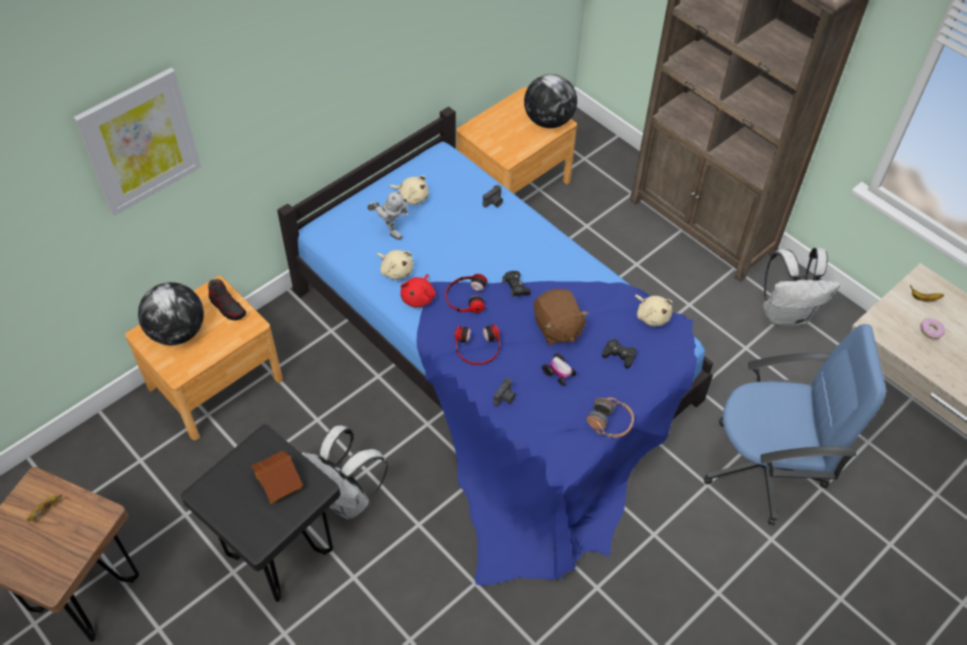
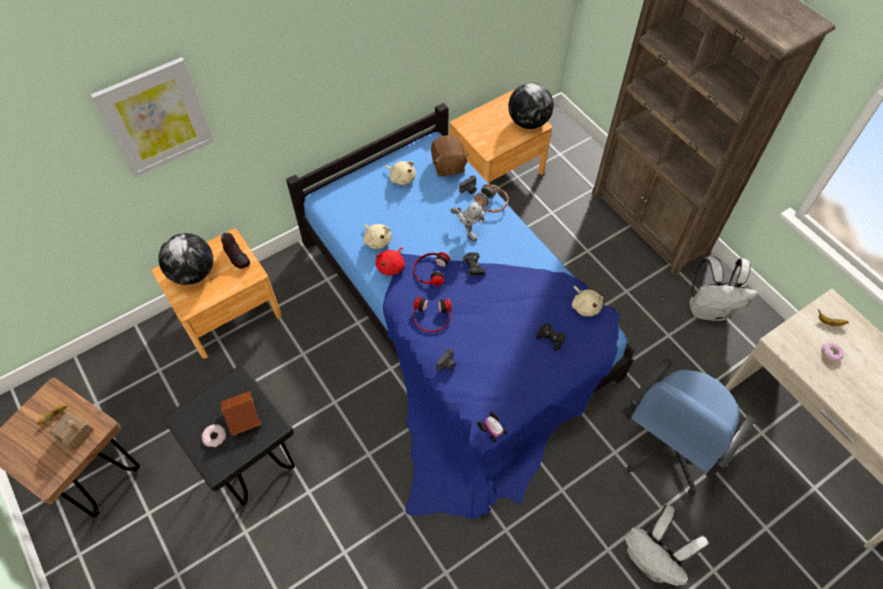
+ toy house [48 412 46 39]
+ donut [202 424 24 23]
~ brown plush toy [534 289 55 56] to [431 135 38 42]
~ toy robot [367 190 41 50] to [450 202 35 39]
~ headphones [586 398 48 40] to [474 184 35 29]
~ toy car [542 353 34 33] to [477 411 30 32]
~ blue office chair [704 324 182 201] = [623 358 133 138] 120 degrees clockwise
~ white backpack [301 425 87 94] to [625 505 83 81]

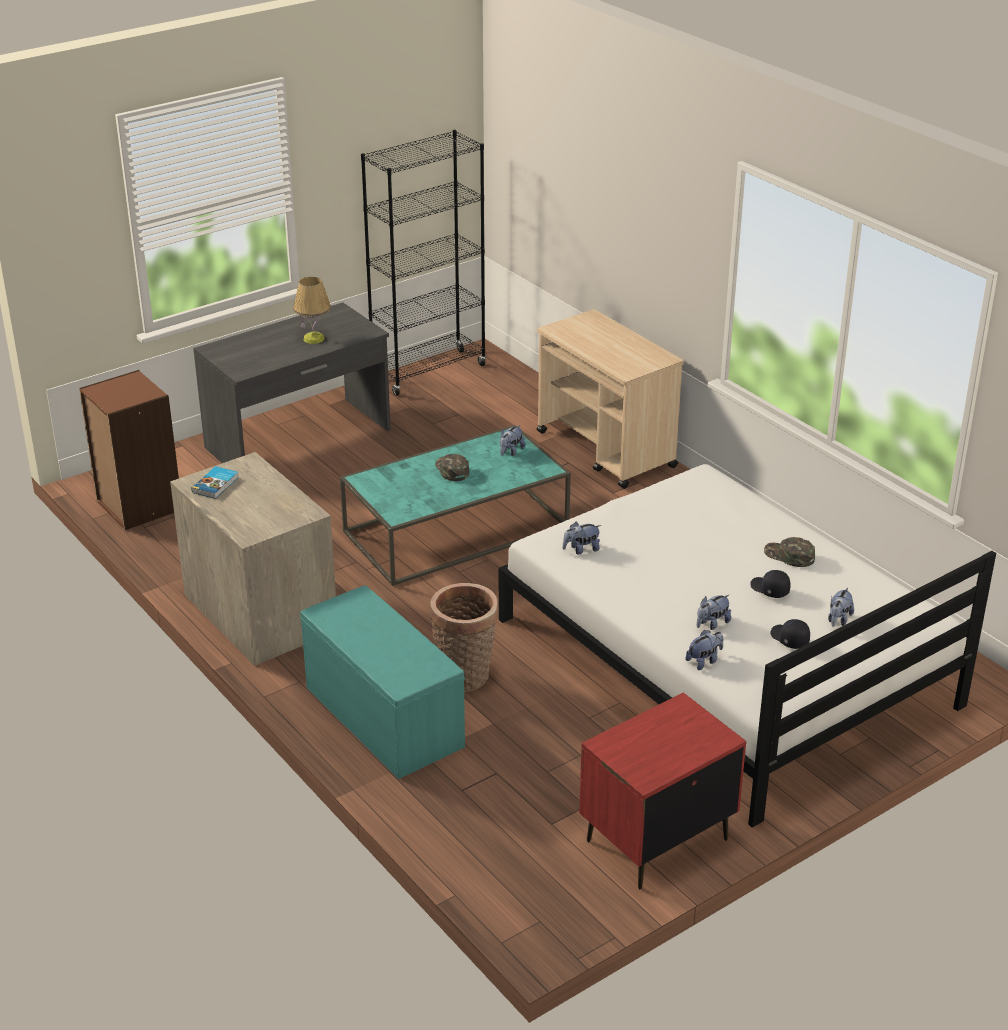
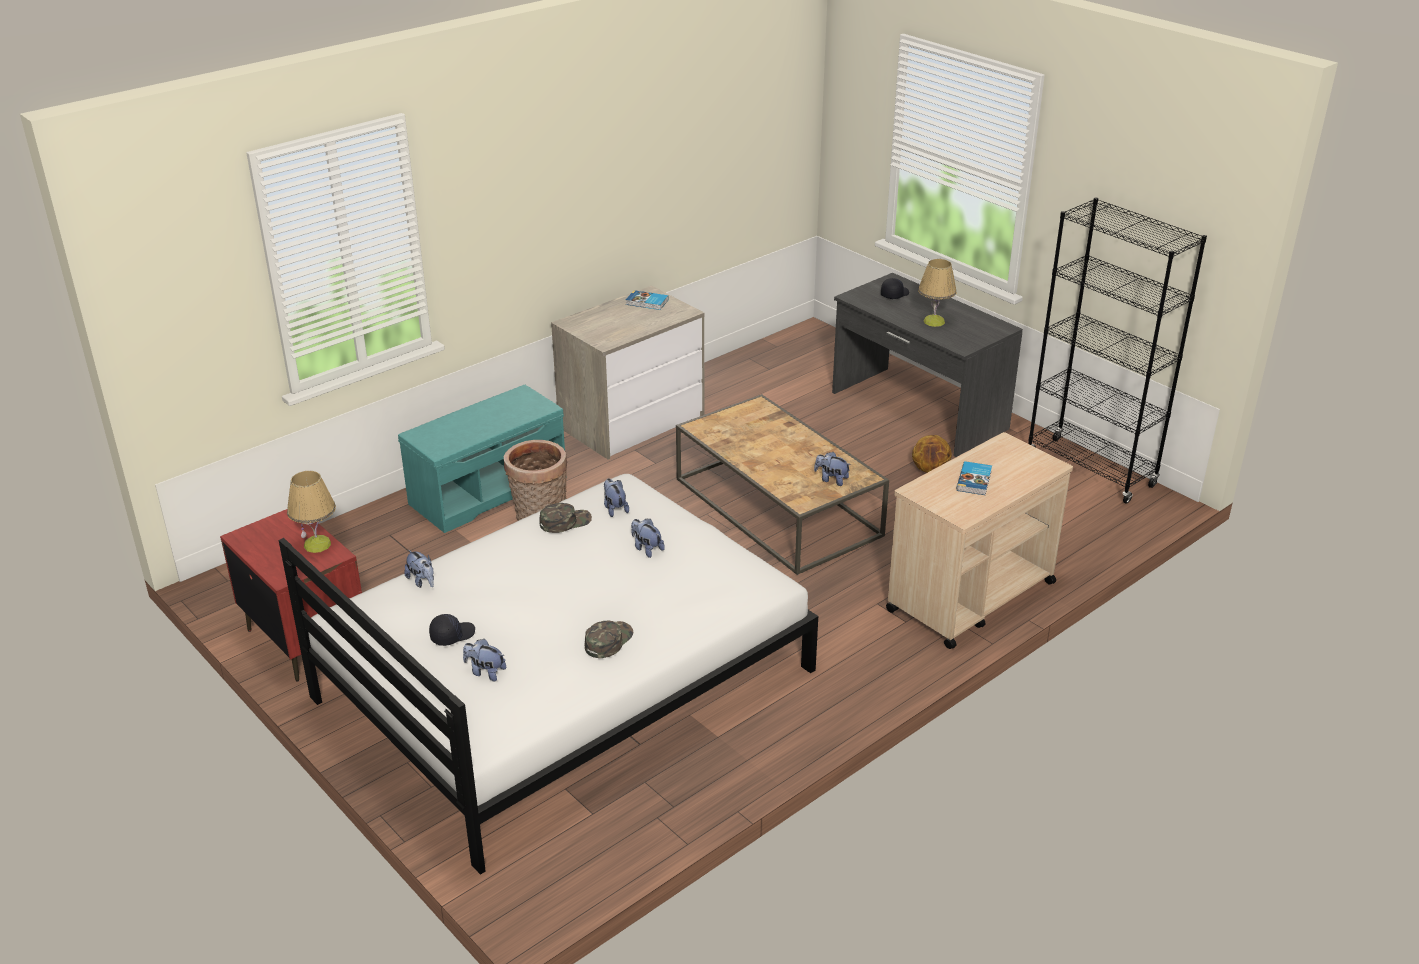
+ table lamp [287 471 49 82]
~ green cap [435 454 34 27] to [539 503 53 30]
~ plush toy [697 595 34 35] to [631 519 34 39]
~ turquoise coffee table [340 425 231 161] to brown coffee table [676 394 213 181]
~ black cap [750 570 41 28] to [881 278 28 21]
+ basketball [912 435 40 38]
+ book [957 461 35 34]
- brown bookcase [79 370 100 160]

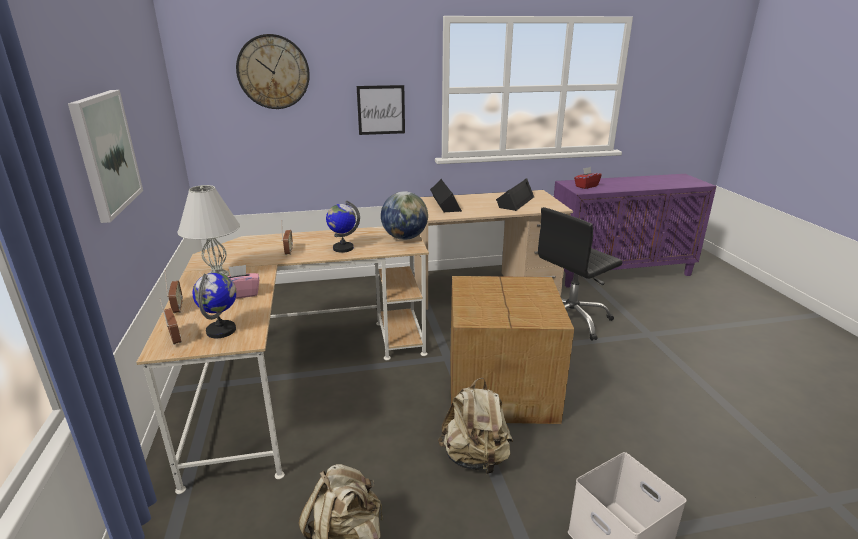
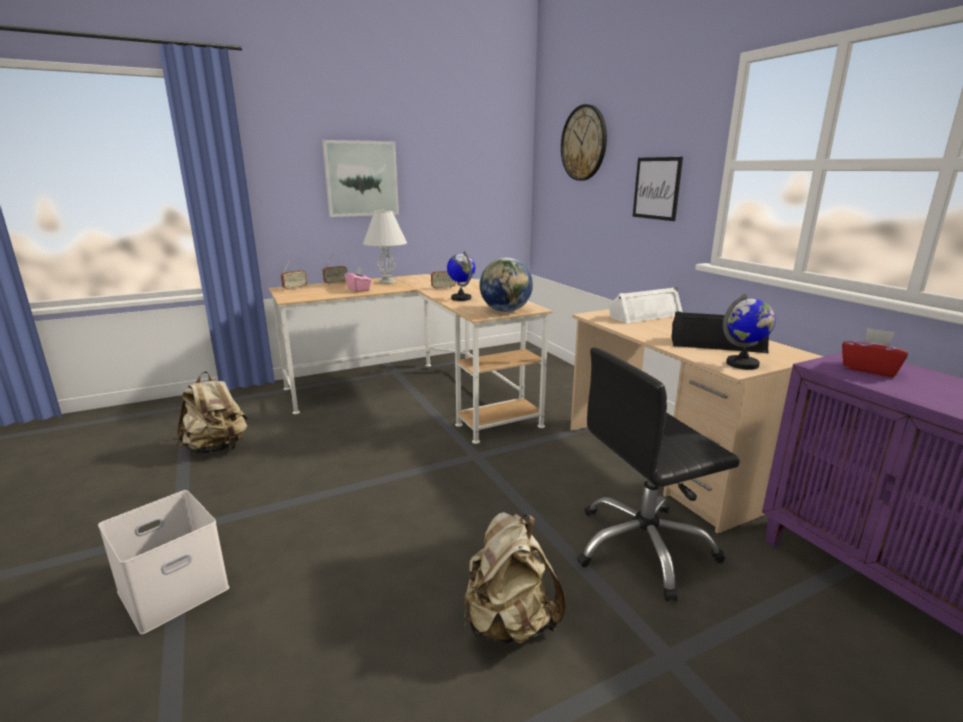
~ beige backpack [438 378 75 96] to [464 512 102 132]
~ black office chair [538 207 84 134] = [577 347 163 255] 60 degrees counterclockwise
~ black speaker [430 179 32 33] to white speaker [608 287 75 36]
~ globe [193 273 44 65] to [723 294 53 76]
- cardboard box [450 276 124 148]

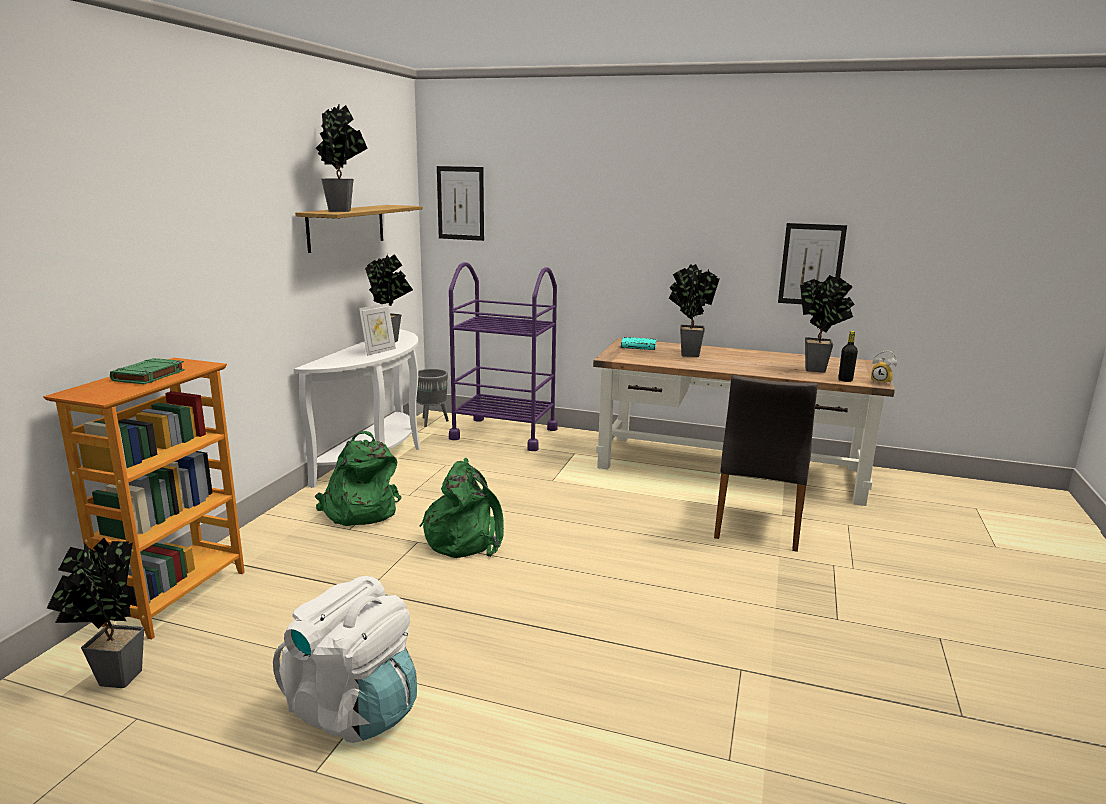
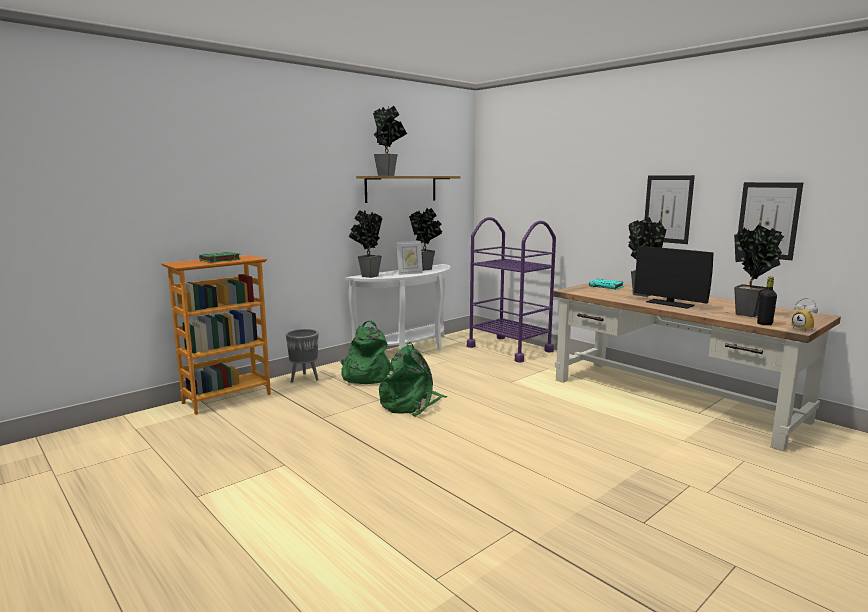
~ grey planter [416 369 33 58] to [286 329 33 54]
~ potted plant [47 538 97 150] to [348 210 34 68]
+ monitor [634 246 80 63]
~ picture [437 166 47 75] to [645 175 50 69]
- white backpack [273 576 144 167]
- grey chair [714 375 104 177]

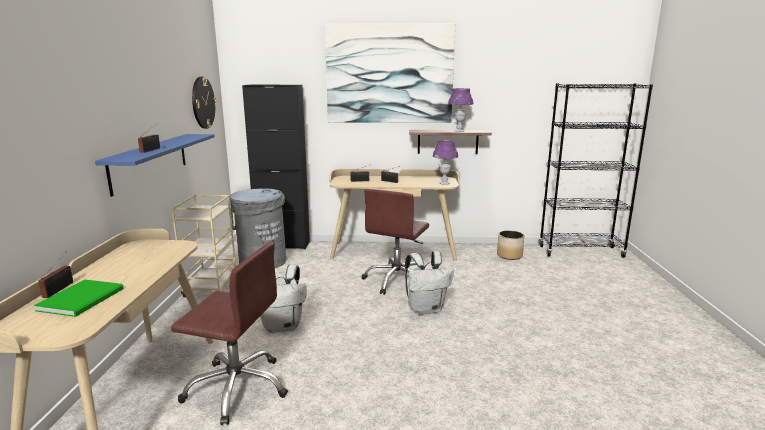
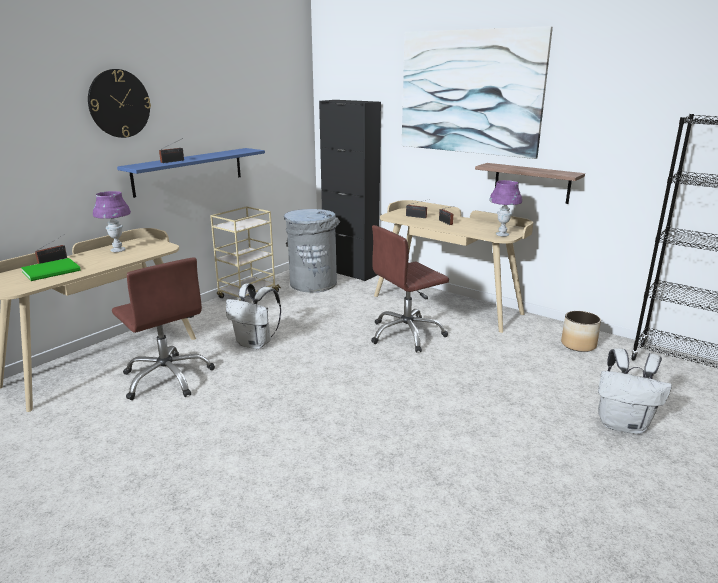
~ wall clock [192 77 25 52] to [88 69 63 69]
~ purple table lamp [448 88 25 44] to [93 191 38 61]
~ white backpack [405 251 49 64] to [598 348 74 86]

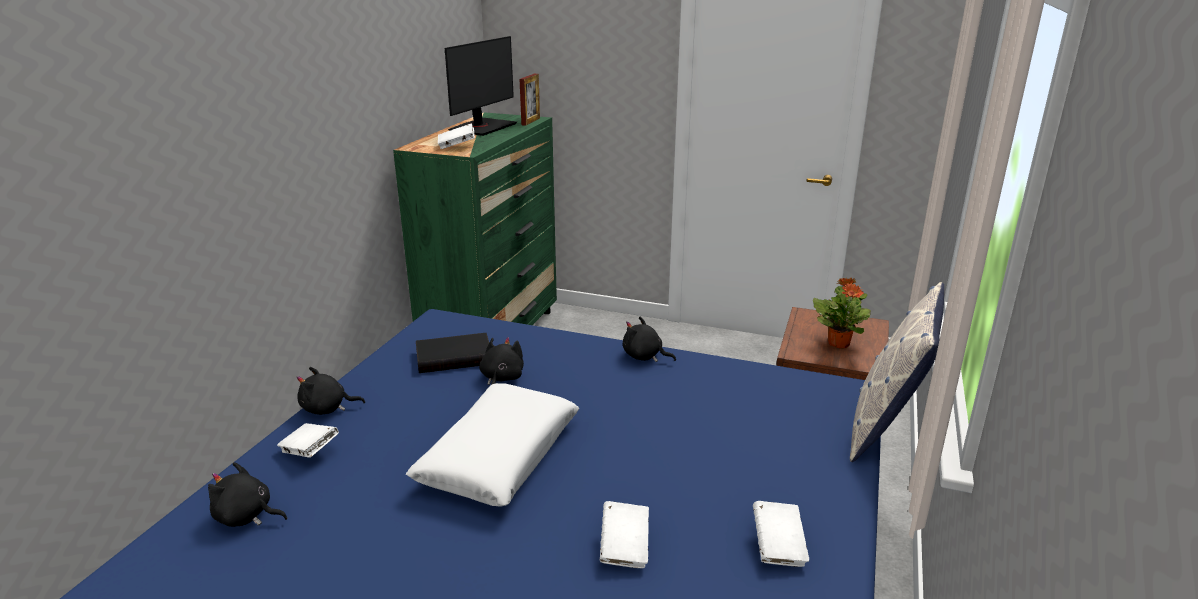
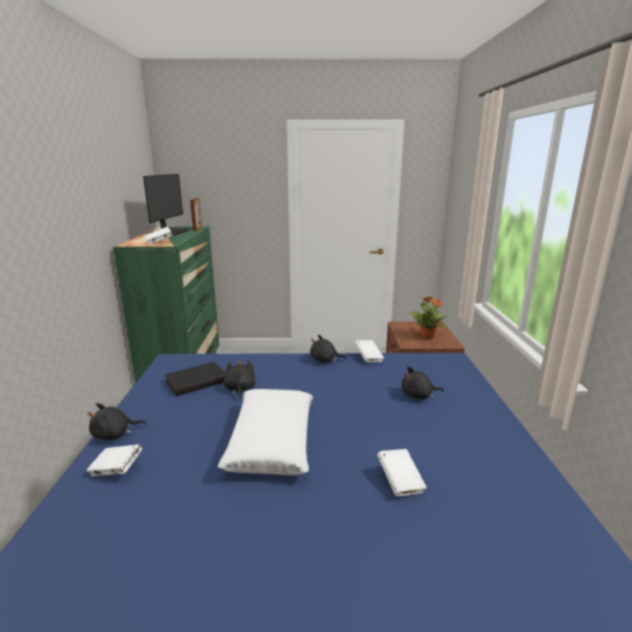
~ white book [753 501 56 66] to [354 340 30 22]
~ black plush toy [208 462 80 65] to [401 366 43 33]
- pillow [850 282 94 180]

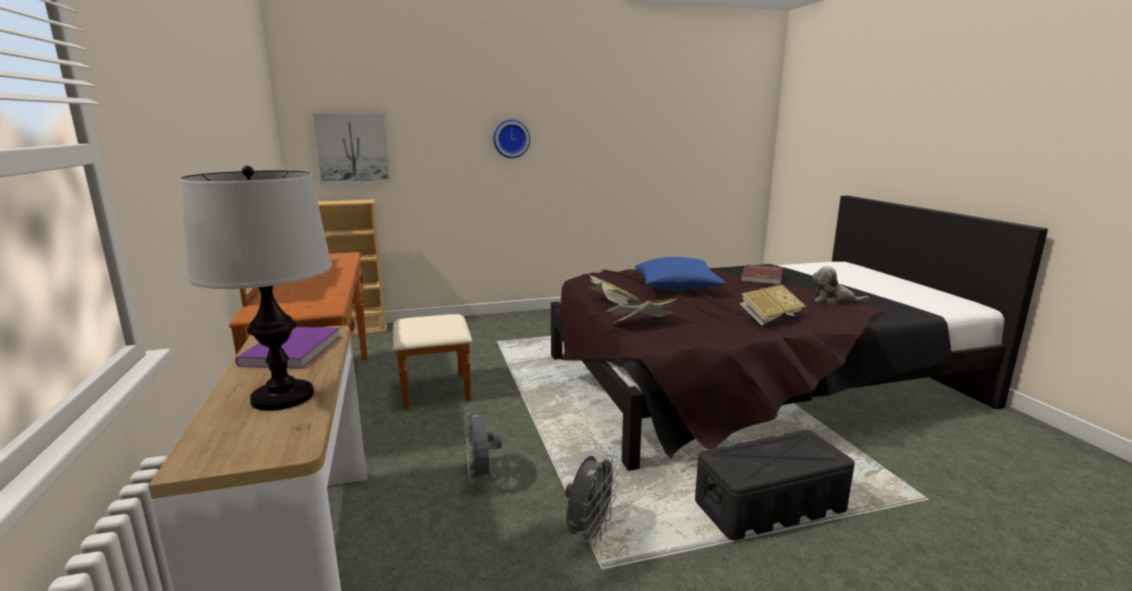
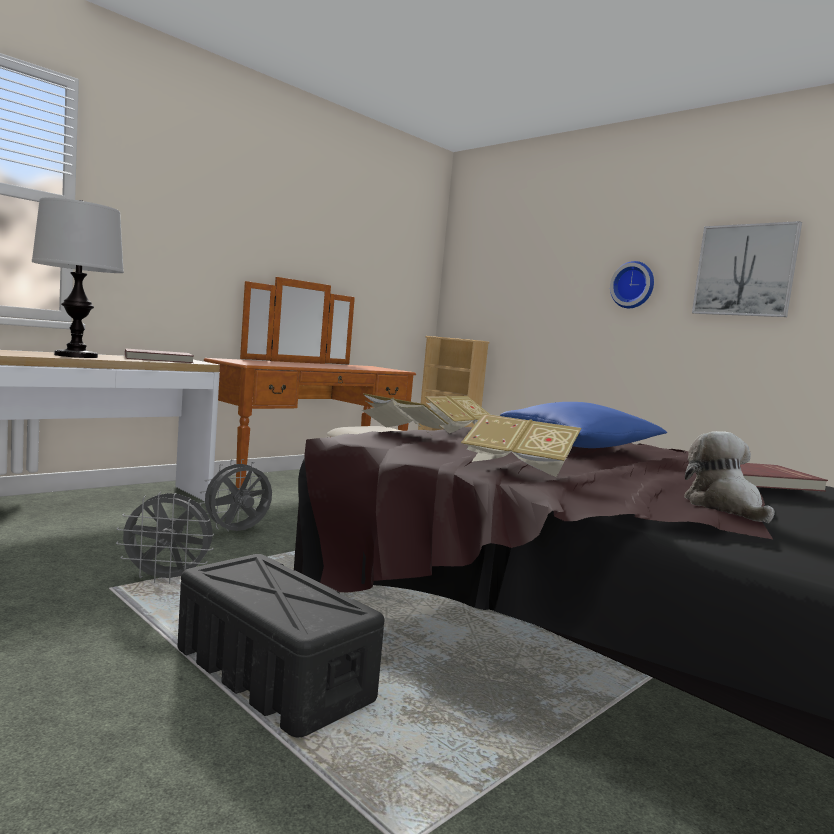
~ purple book [235 327 105 42] to red book [125 348 69 15]
~ picture [312 113 79 71] to [692 221 110 96]

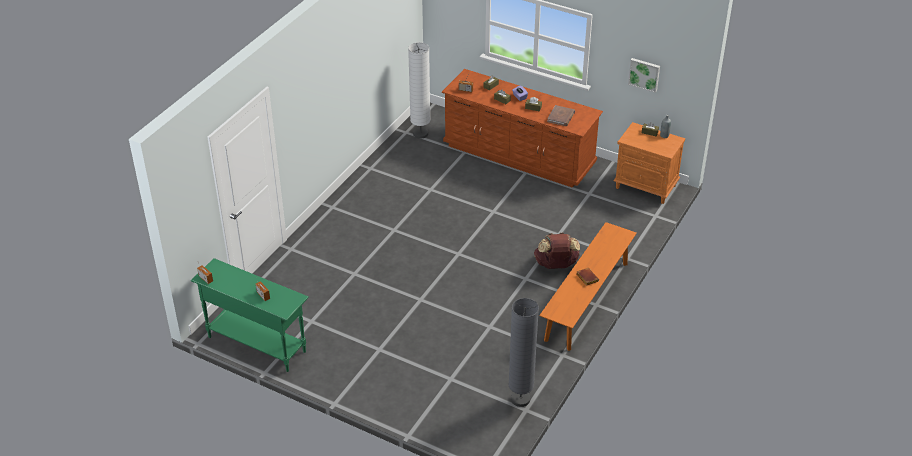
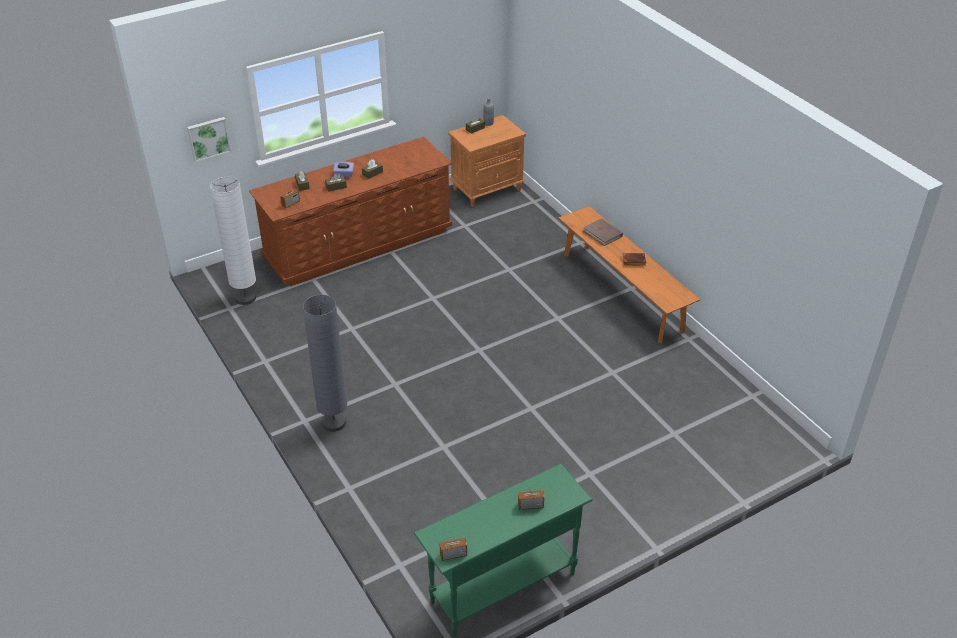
~ picture [628 58 32 35] to [187 117 44 45]
~ grey floor lamp [508 298 31 109] to [303 295 44 137]
~ brown book [547 105 28 21] to [583 218 40 28]
- brown backpack [534 233 46 36]

